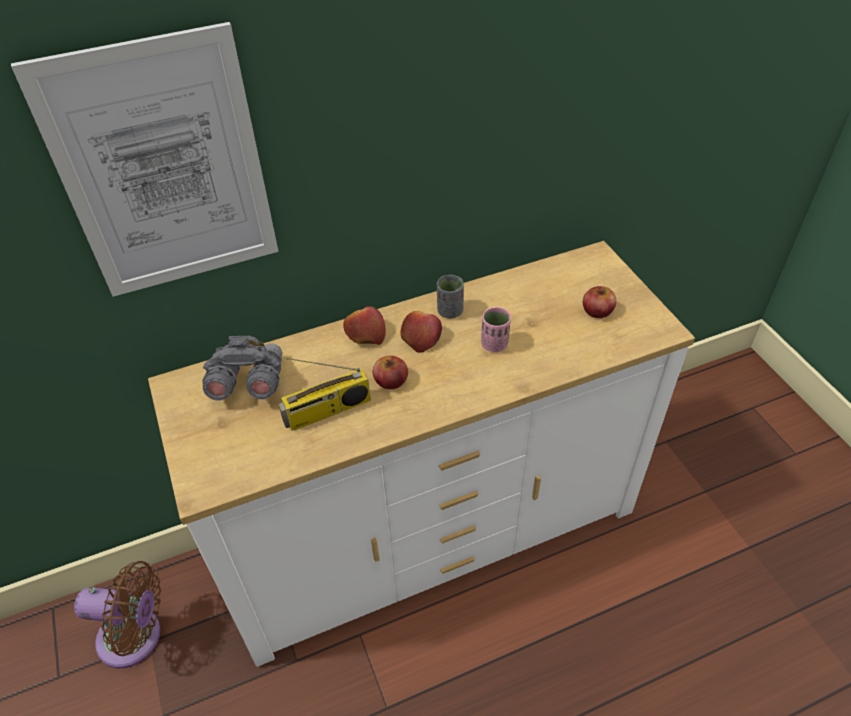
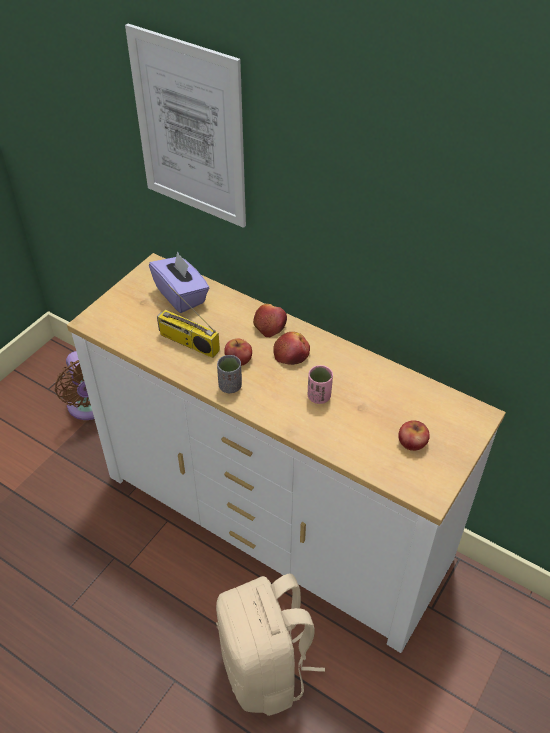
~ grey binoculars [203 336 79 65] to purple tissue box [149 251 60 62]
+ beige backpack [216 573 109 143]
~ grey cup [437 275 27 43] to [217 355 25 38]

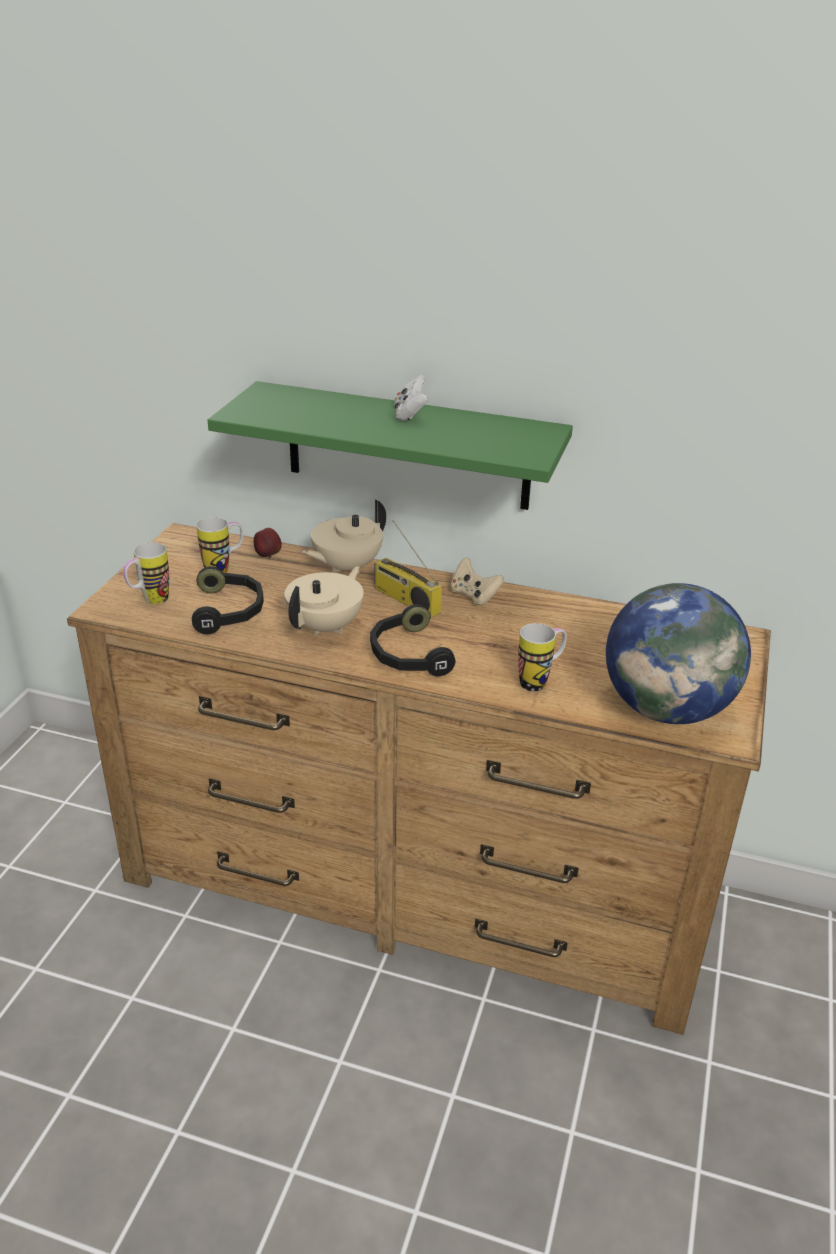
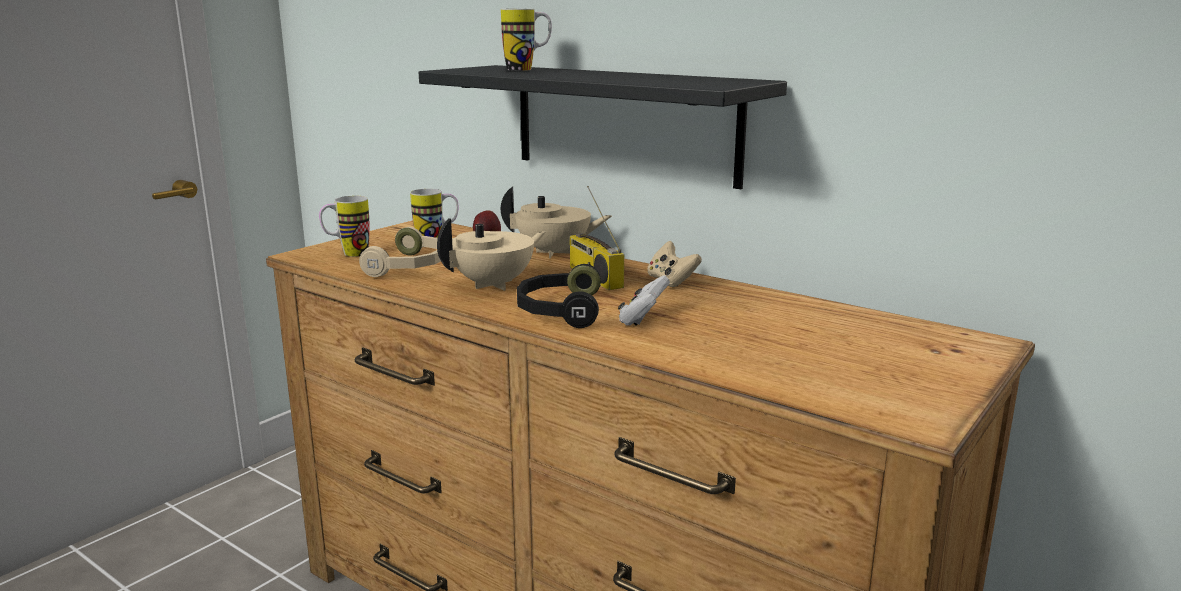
~ black headphones [192 566 72 68] to beige headphones [359 227 82 50]
~ green shelf [208 381 365 129] to black shelf [419 65 368 124]
~ mug [518 623 49 68] to [501 9 51 62]
~ beige teapot [302 500 84 73] = [501 187 111 71] 150 degrees counterclockwise
~ white game controller [394 375 34 46] to [618 275 52 51]
- globe [606 583 145 141]

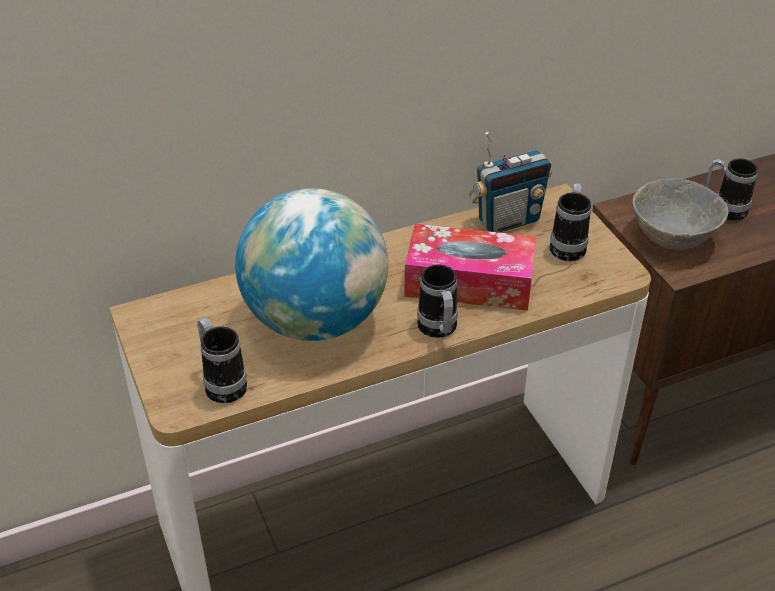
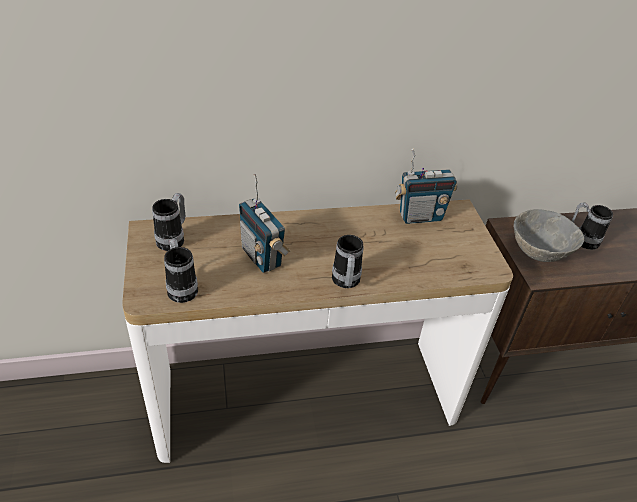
~ mug [550 183 41 78] to [152 193 33 58]
~ globe [235 188 153 153] to radio [239 173 51 100]
- tissue box [404 224 132 87]

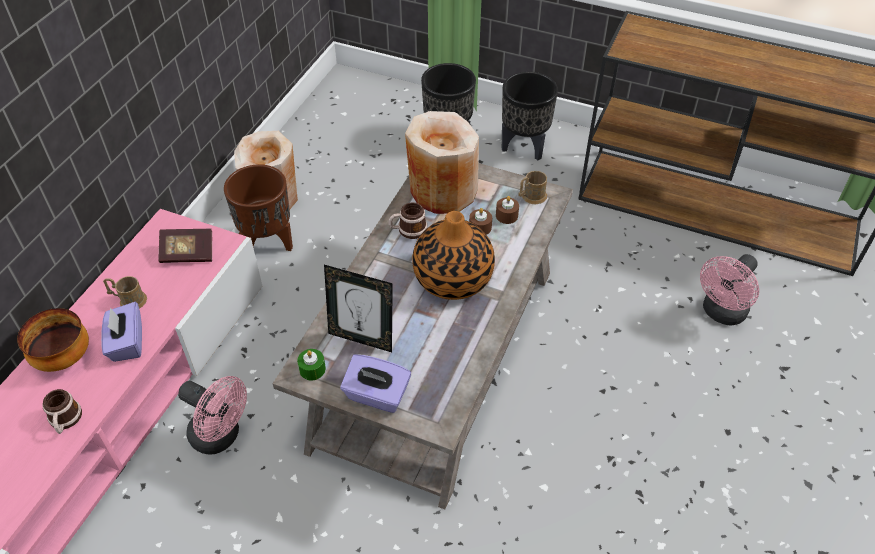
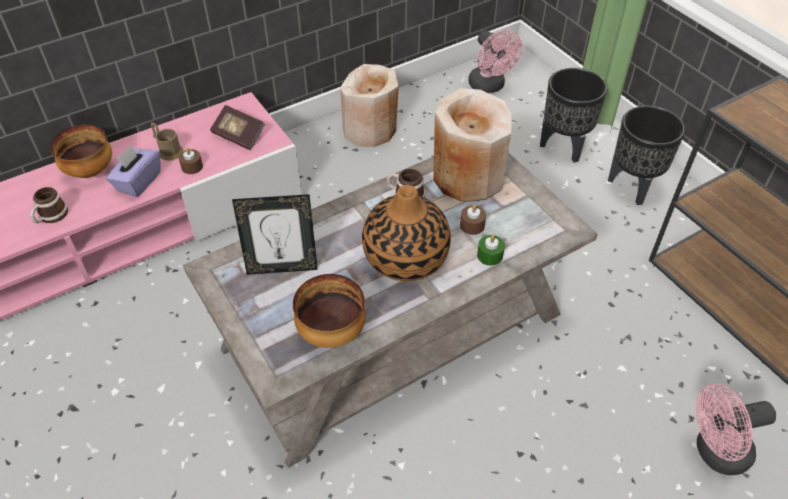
~ brown candle [496 196 23 28] to [179 147 24 27]
~ picture frame [324 265 69 87] = [232 194 86 81] 60 degrees counterclockwise
+ bowl [293 274 73 74]
~ pink fan [178 376 69 79] to [468 30 54 63]
~ green candle [297 349 29 32] to [477 235 28 31]
- brown planter [224 164 69 87]
- purple tissue box [340 354 71 59]
- brown mug [518 171 29 33]

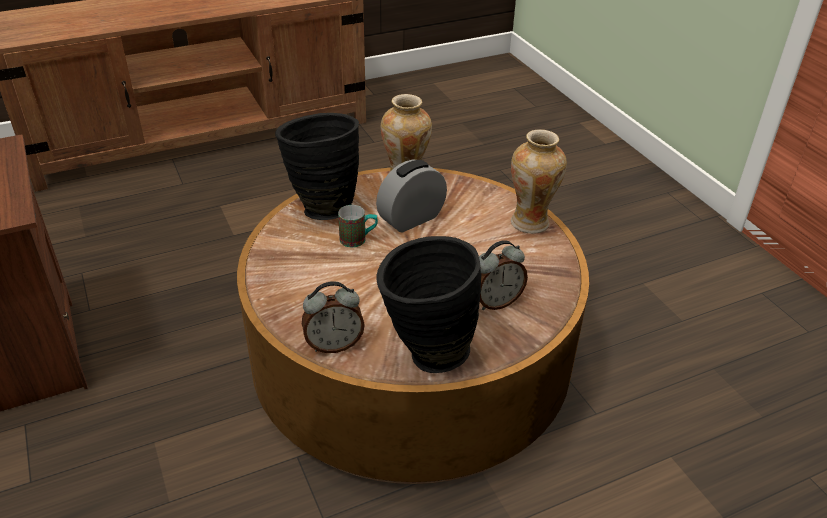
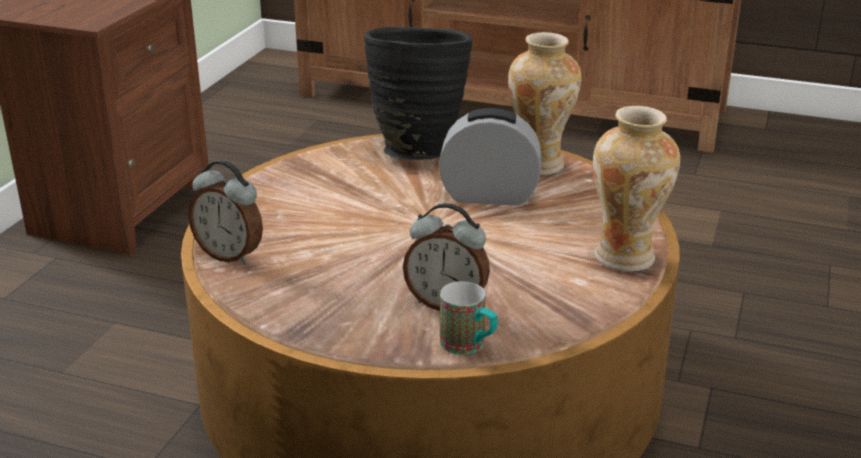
~ mug [338 205 40 42] to [440 281 58 74]
- black vase [376 236 105 137]

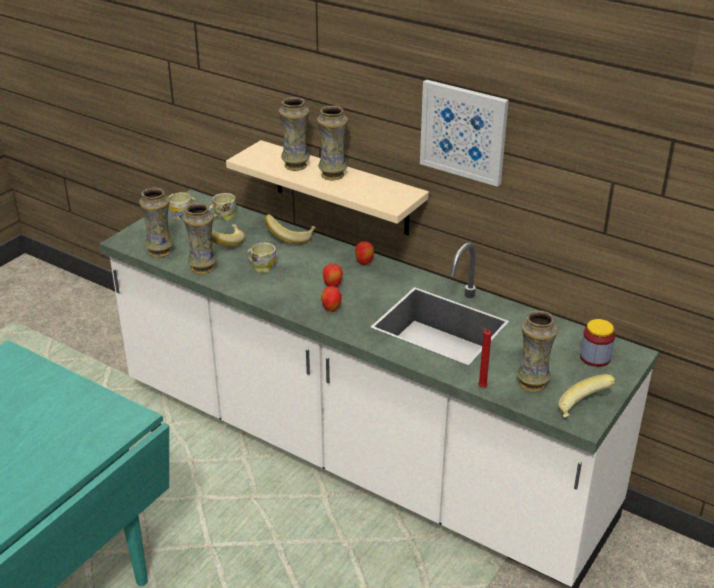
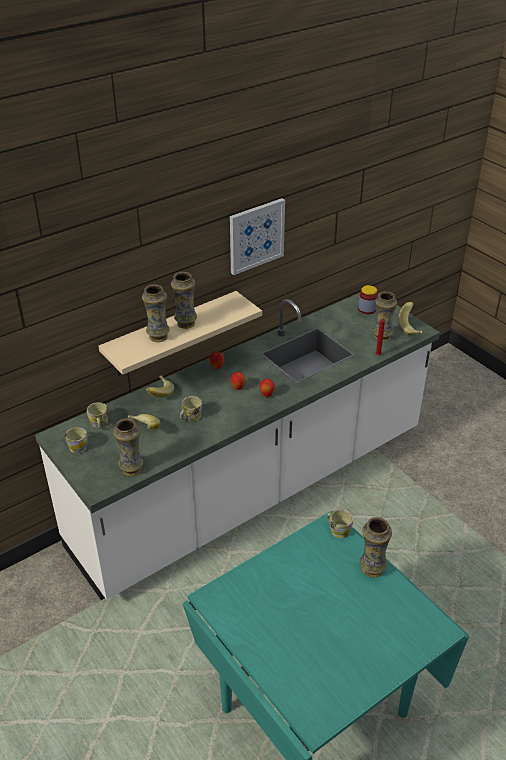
+ mug [326 509 27 29]
~ vase [183 203 34 72] to [360 517 32 61]

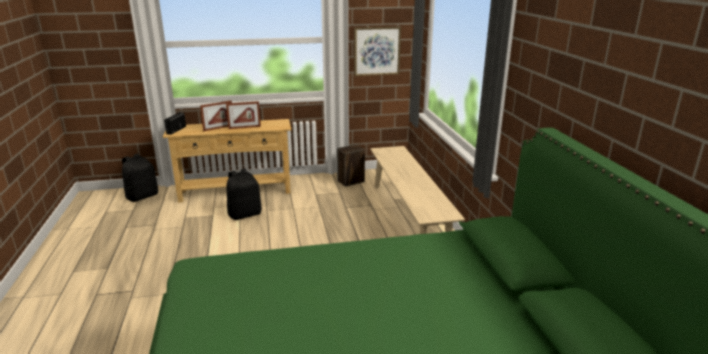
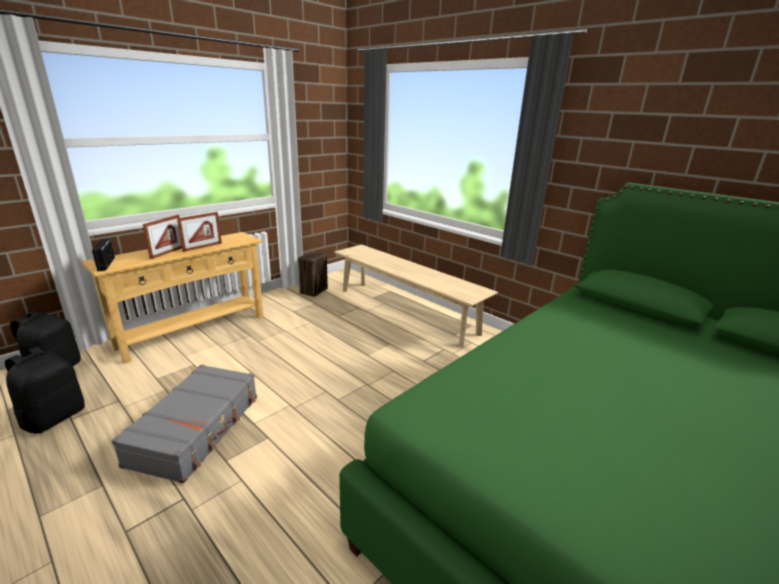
~ black backpack [226 169 36 51] to [5 347 80 87]
+ grey suitcase [112 364 145 119]
- picture [354 27 47 49]

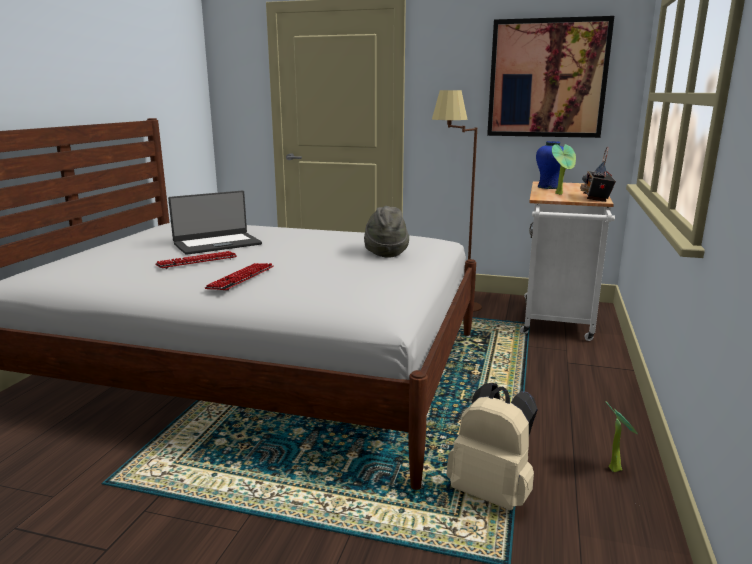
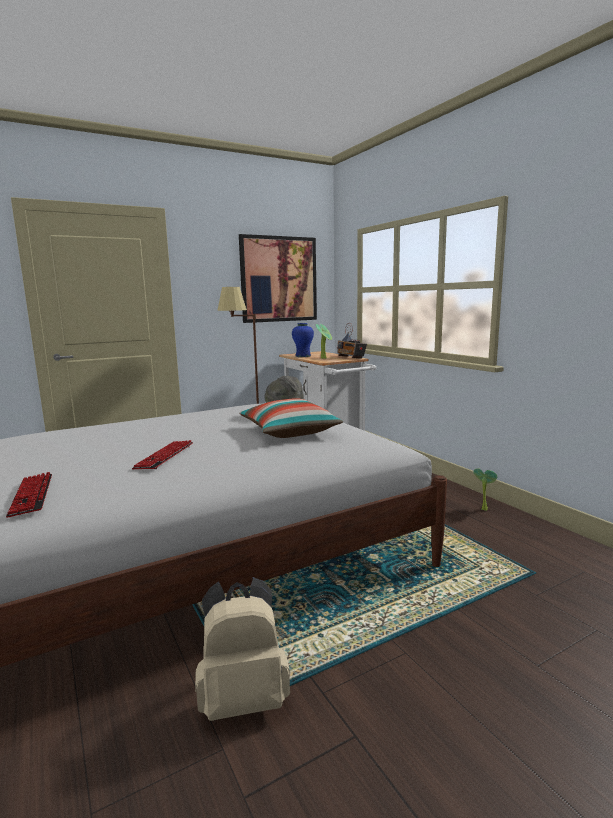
~ keyboard [205 263 69 28] to [6 472 46 46]
~ beige backpack [446 383 92 127] to [195 577 95 144]
+ pillow [239 398 104 40]
- laptop [168 191 94 64]

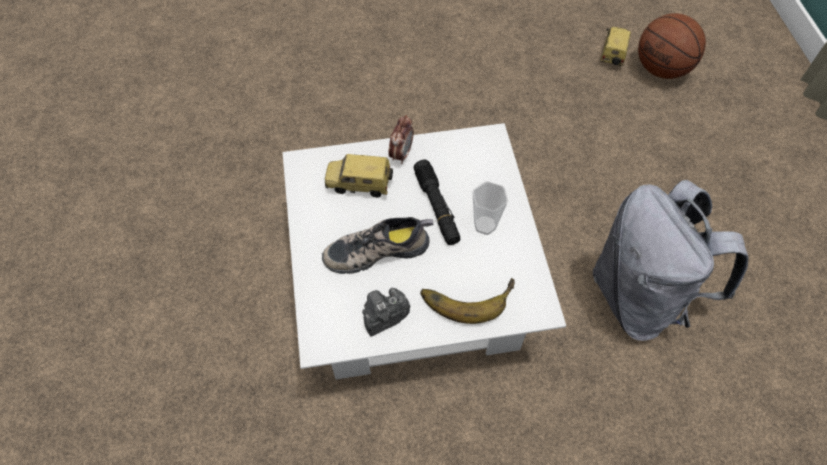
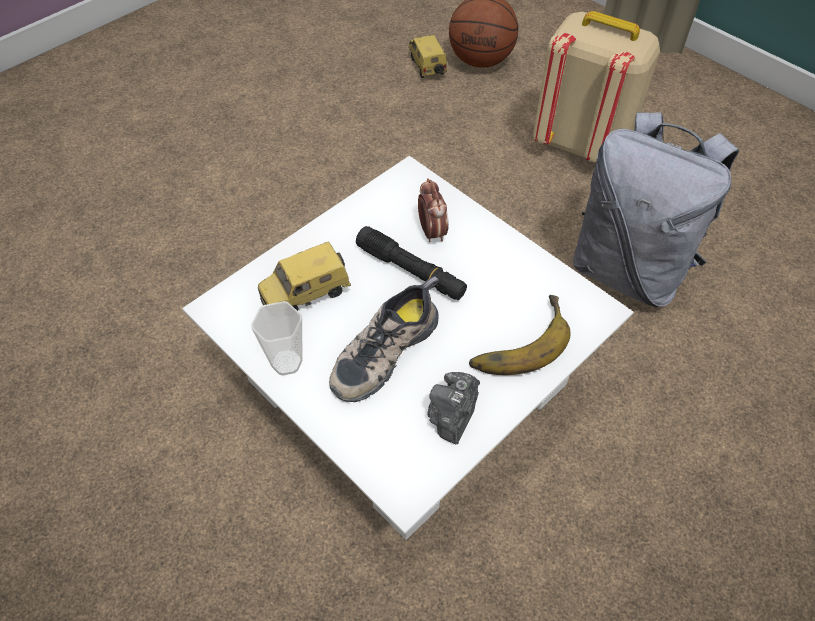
~ cup [472 181 36 54] to [251 301 51 75]
~ alarm clock [388 115 26 49] to [418 178 31 64]
+ beige backpack [533 11 127 152]

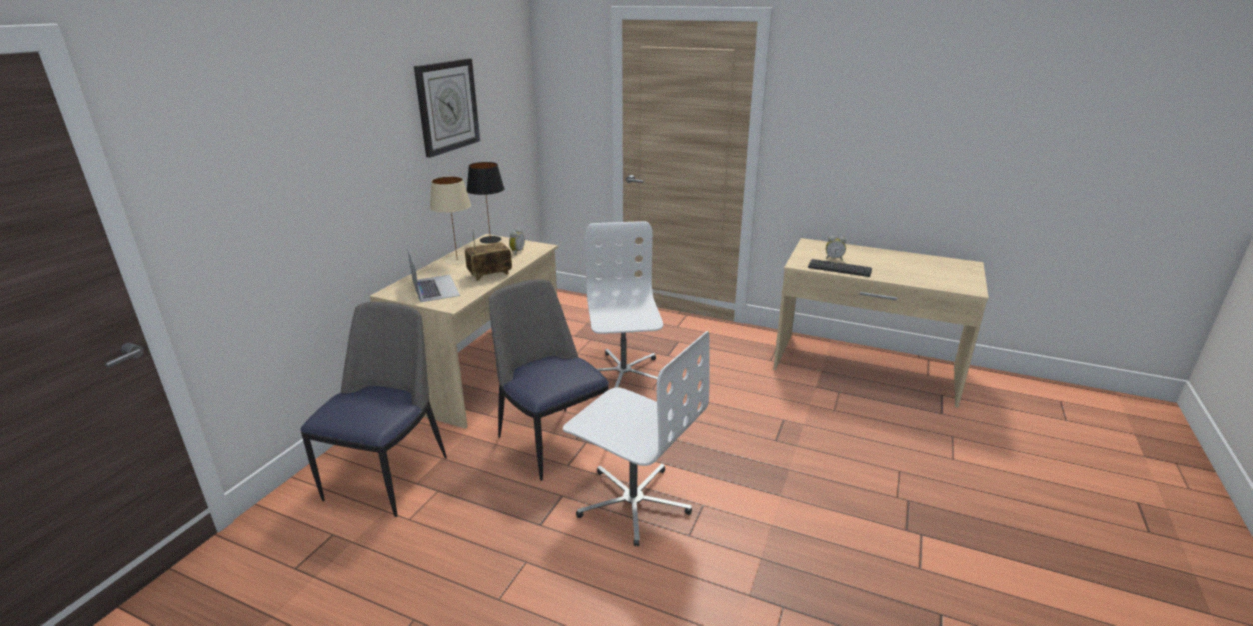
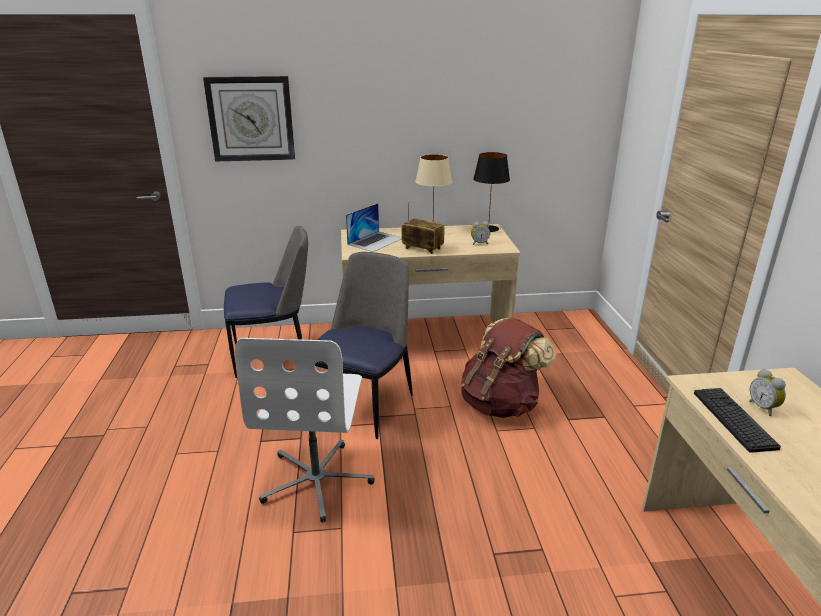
~ wall clock [414 59 66 99] to [203 76 92 85]
~ white office chair [585 221 78 167] to brown backpack [461 318 95 100]

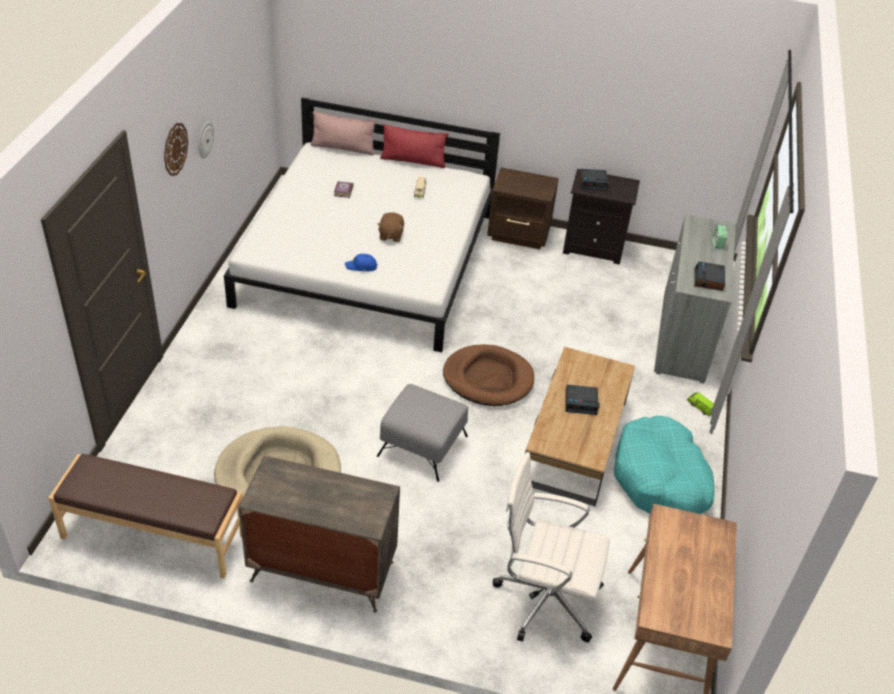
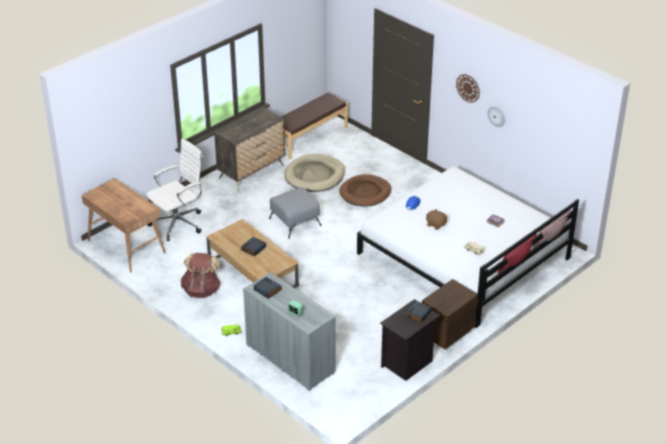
~ turquoise dog bed [614 416 100 98] to brown backpack [181 253 40 45]
~ brown dog bed [443 344 91 62] to [339 174 52 32]

